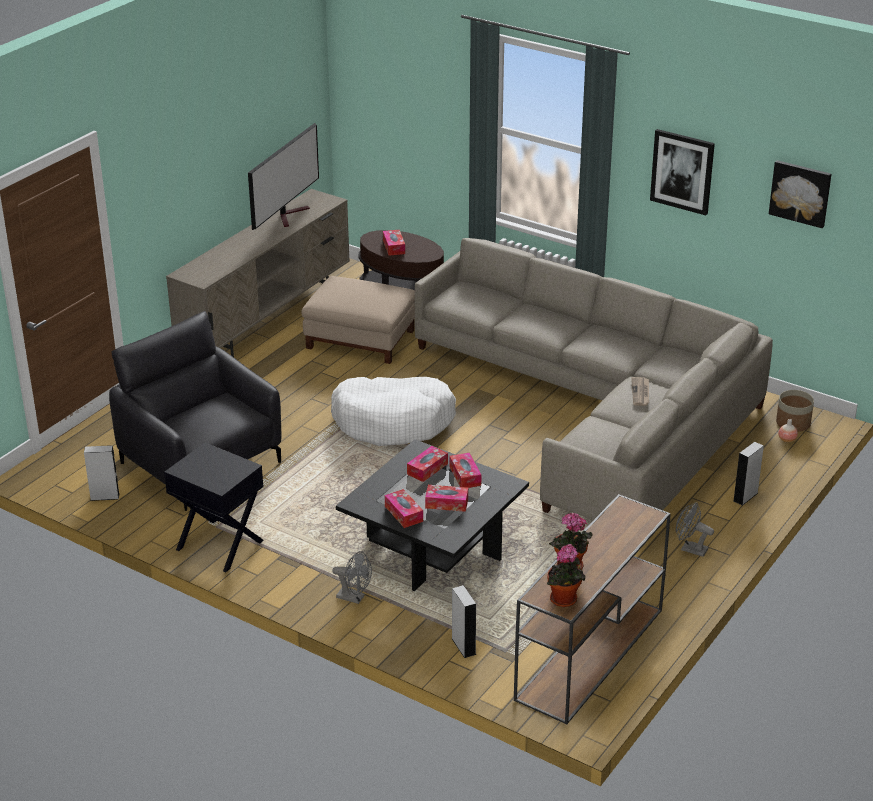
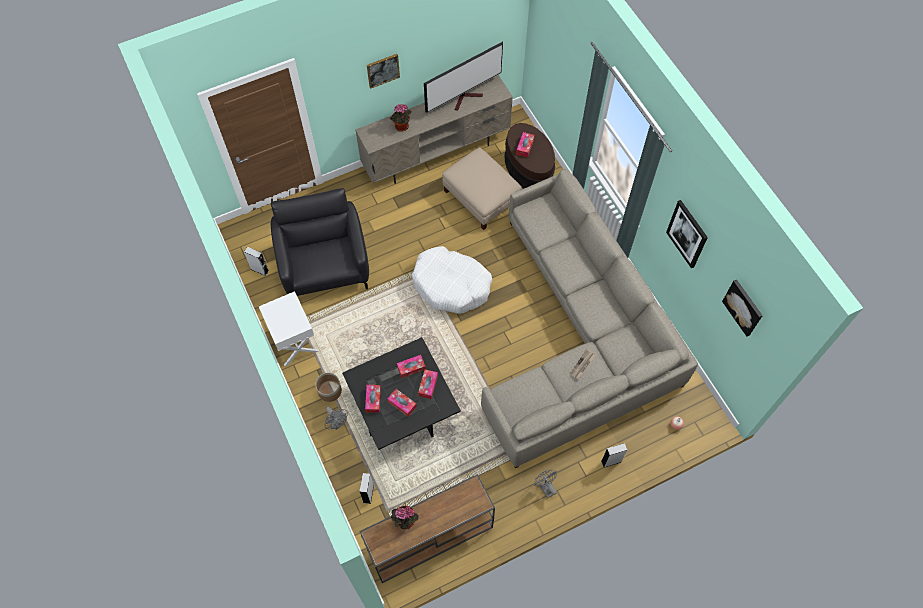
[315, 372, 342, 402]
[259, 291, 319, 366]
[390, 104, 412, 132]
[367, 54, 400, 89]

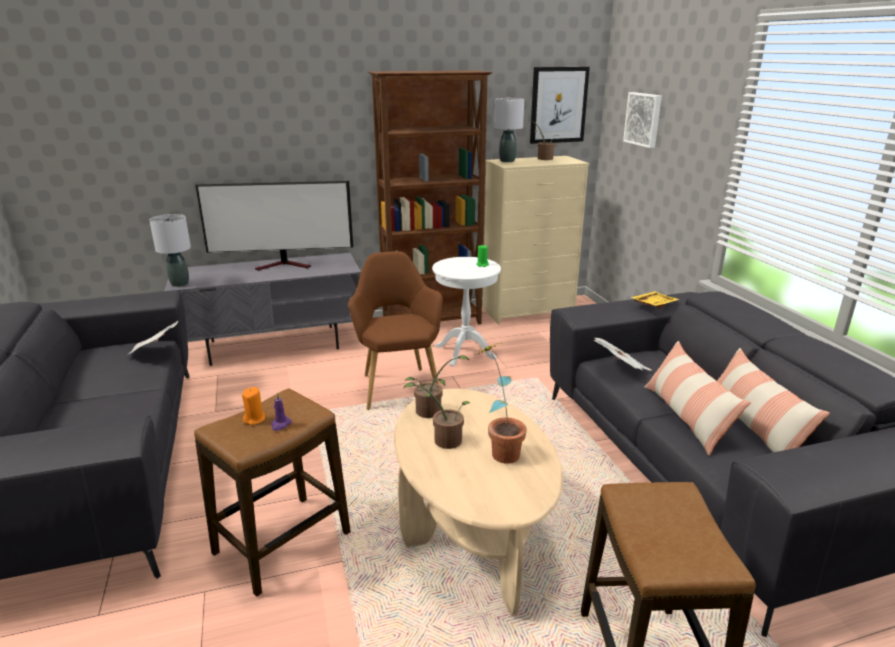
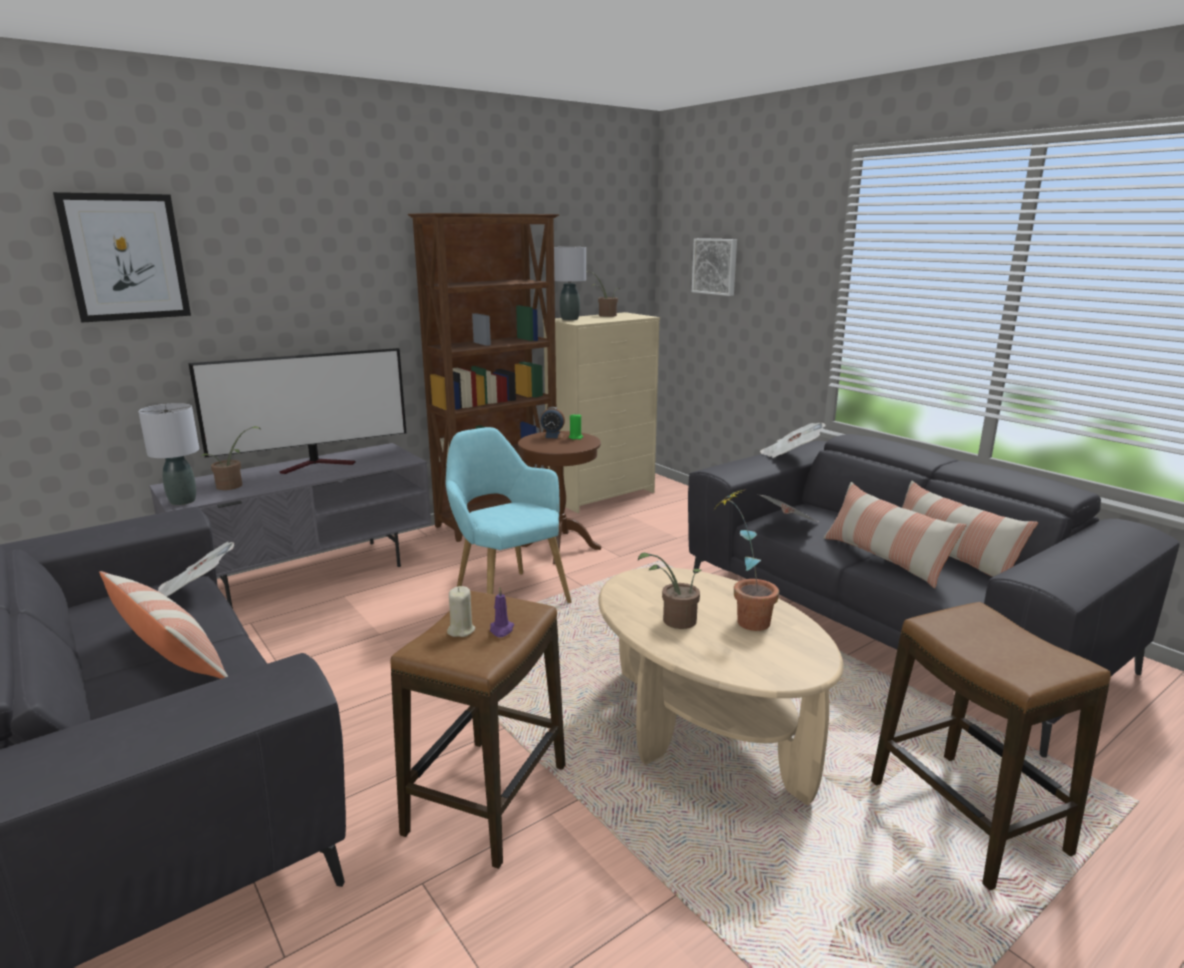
[53, 192, 191, 323]
[446, 427, 572, 603]
[518, 431, 601, 564]
[760, 423, 826, 458]
[200, 426, 262, 490]
[447, 586, 475, 637]
[540, 407, 565, 439]
[99, 571, 228, 679]

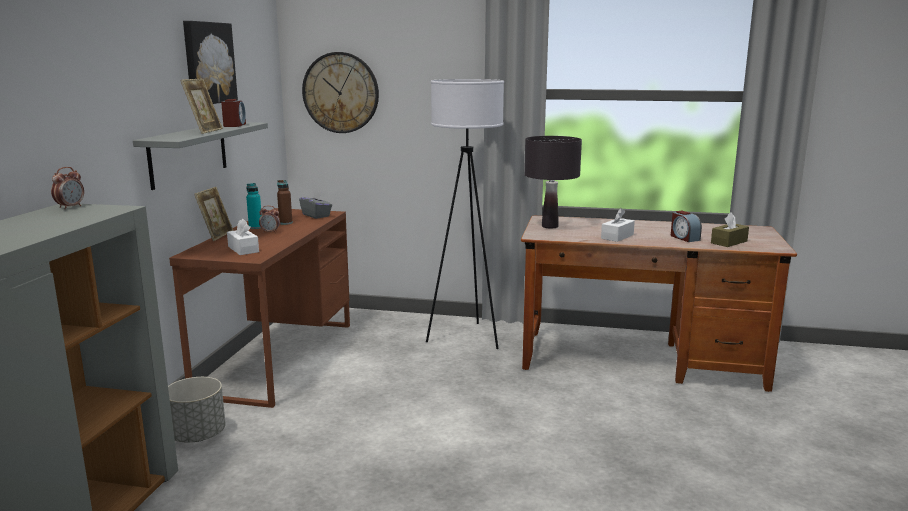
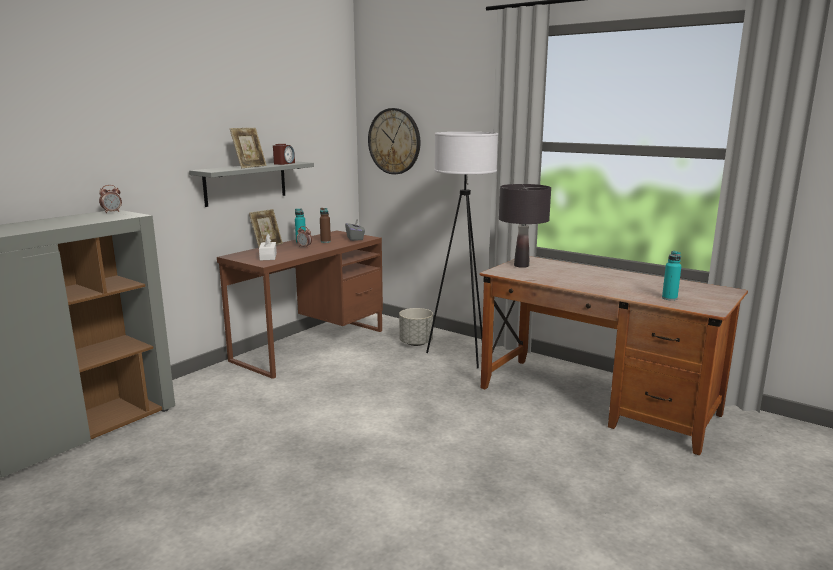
[183, 21, 238, 104] (first image)
[601, 208, 635, 242] (first image)
[671, 211, 702, 242] (first image)
[662, 251, 681, 301]
[399, 308, 433, 346]

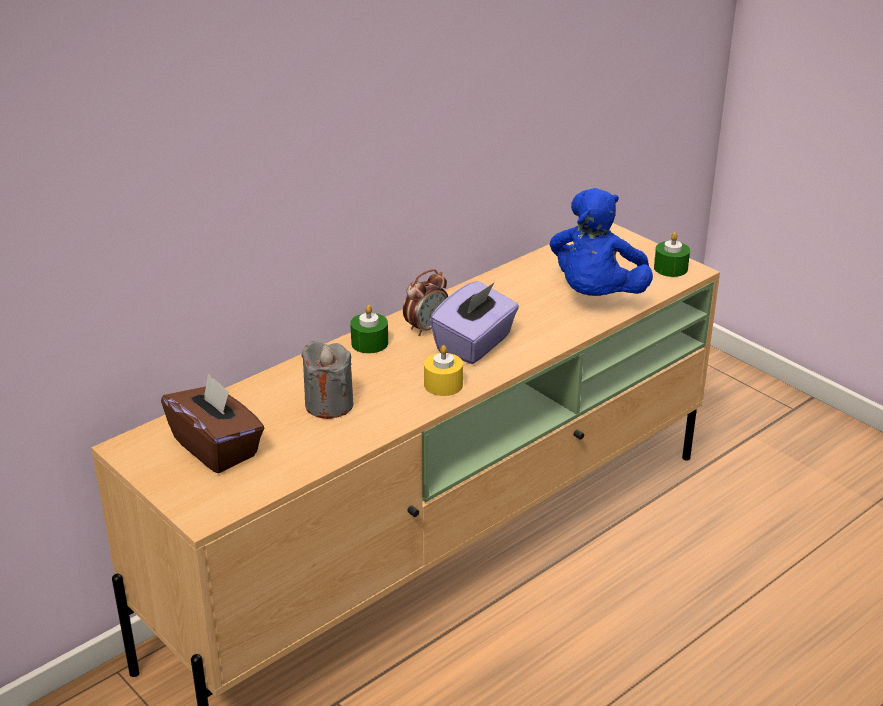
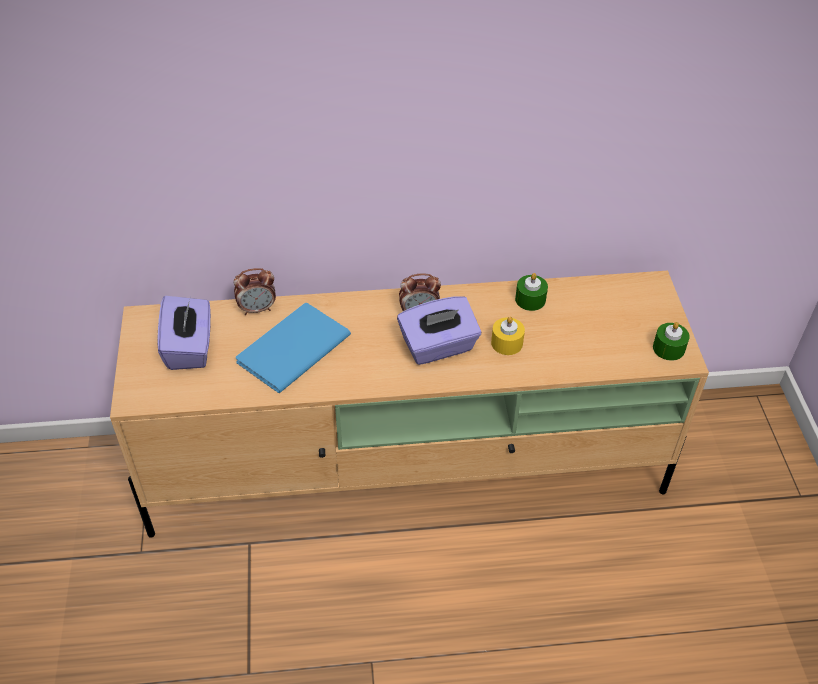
[550, 188, 653, 296] (first image)
[515, 273, 548, 311]
[236, 303, 351, 393]
[491, 317, 525, 355]
[157, 296, 211, 370]
[234, 268, 276, 315]

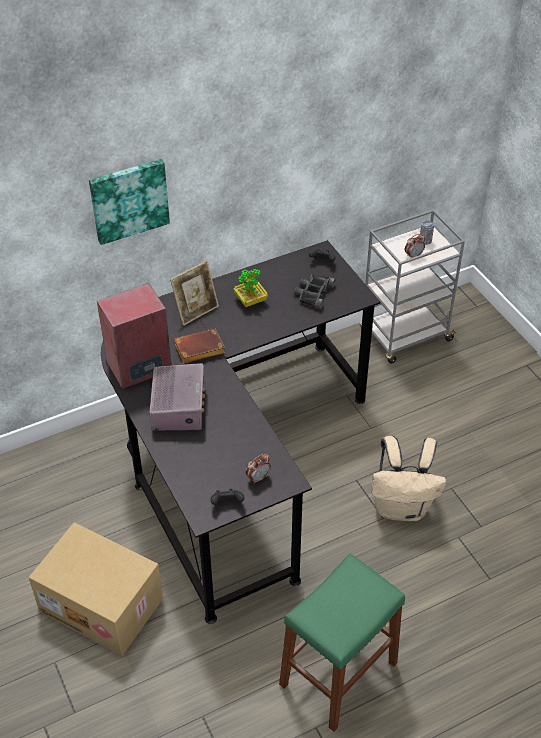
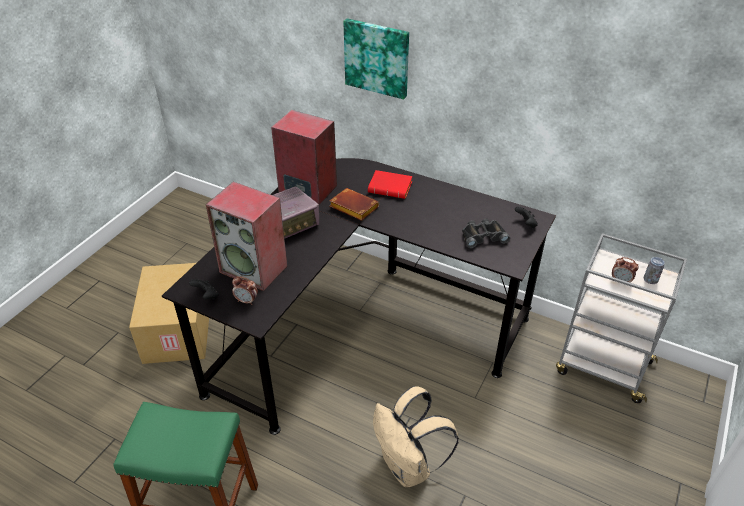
[368, 170, 413, 199]
[233, 269, 268, 307] (first image)
[206, 182, 288, 291]

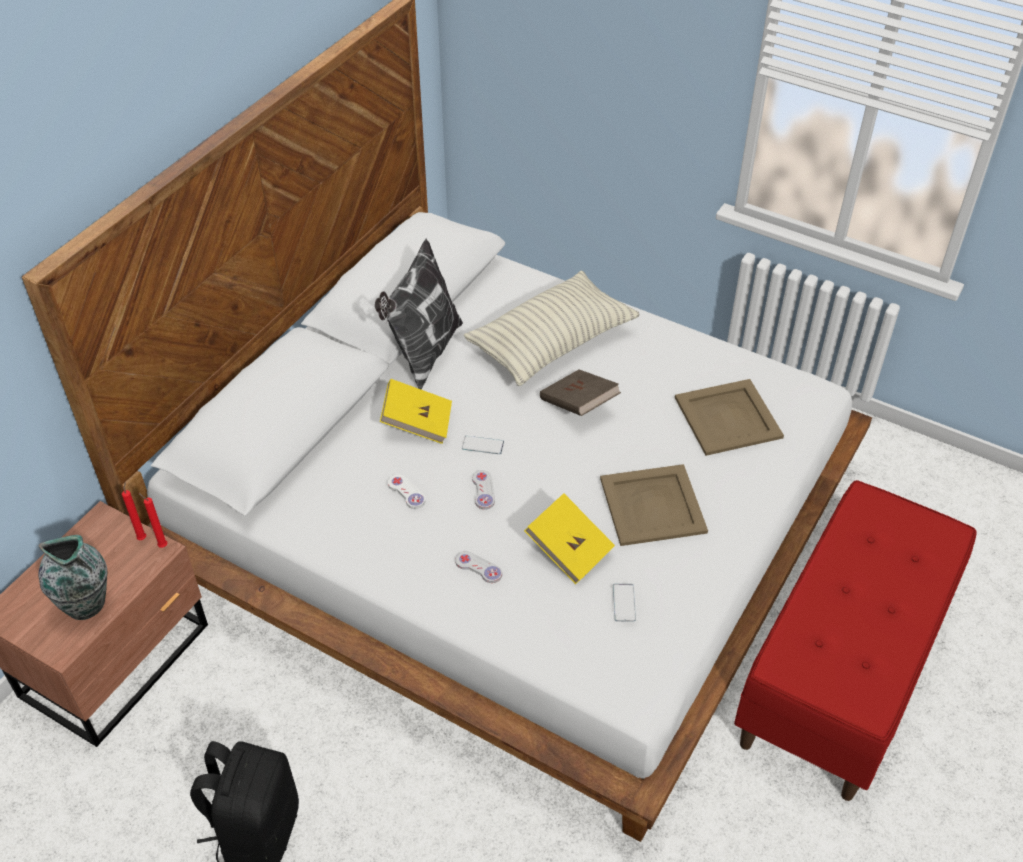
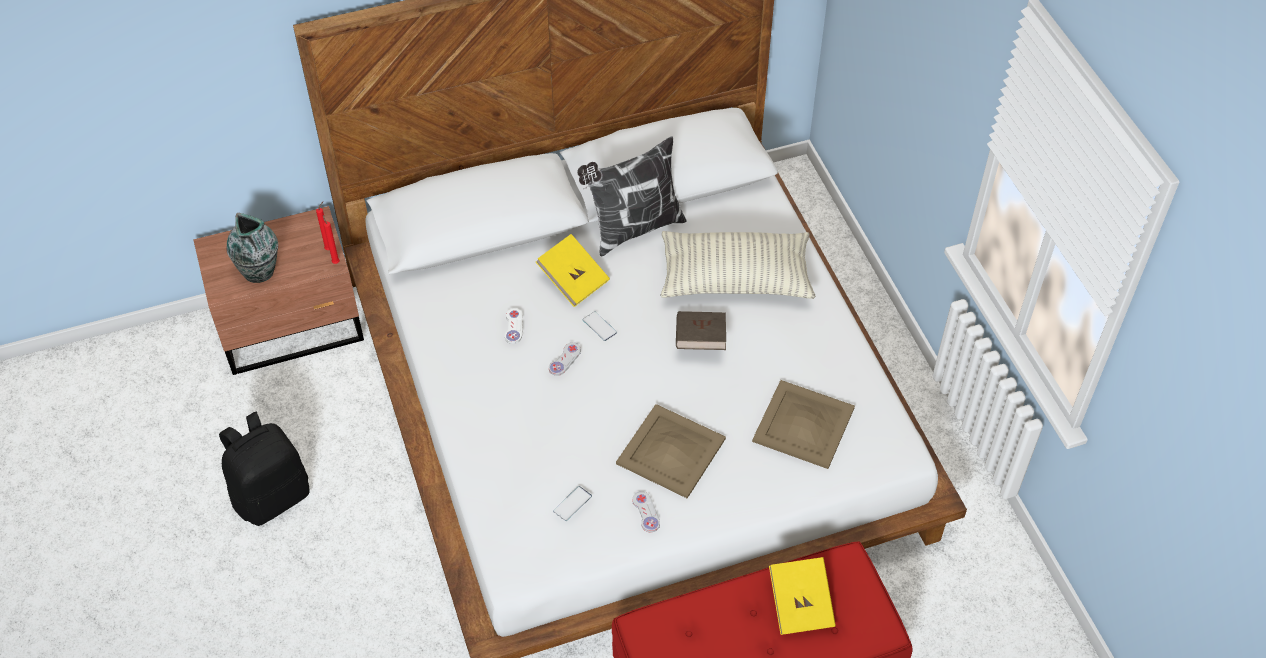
[769, 557, 836, 635]
[632, 491, 660, 532]

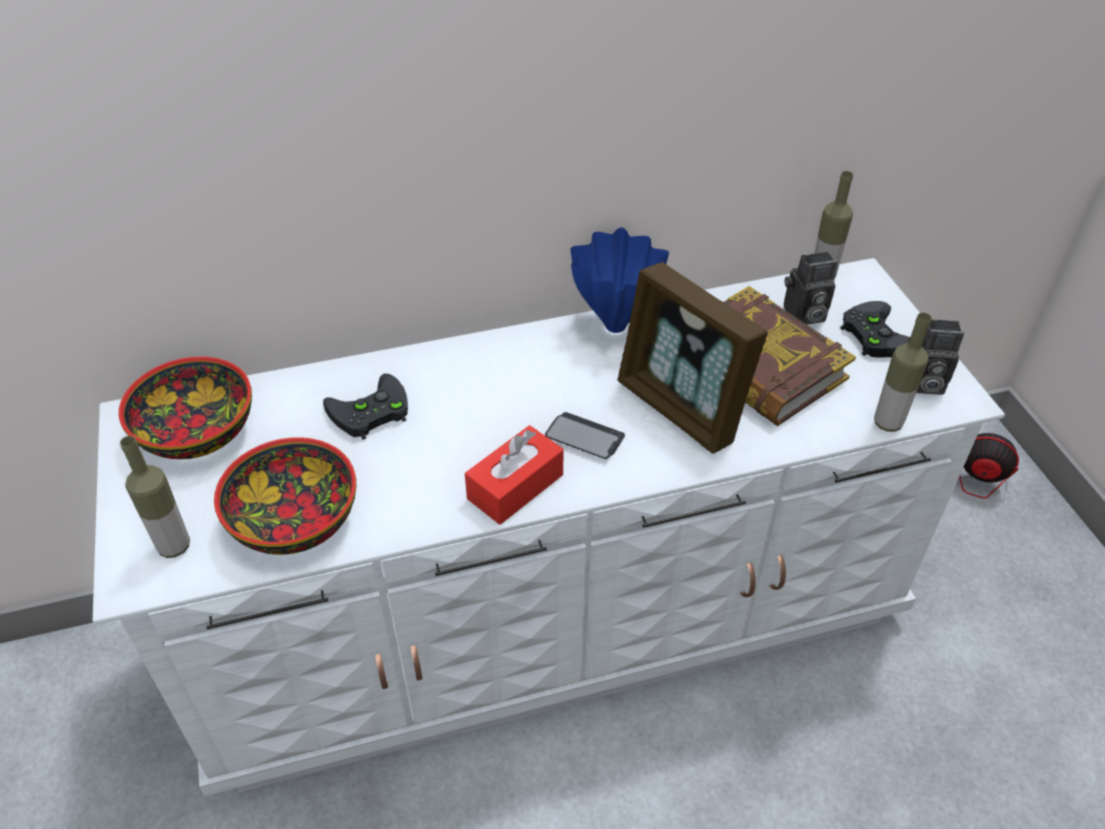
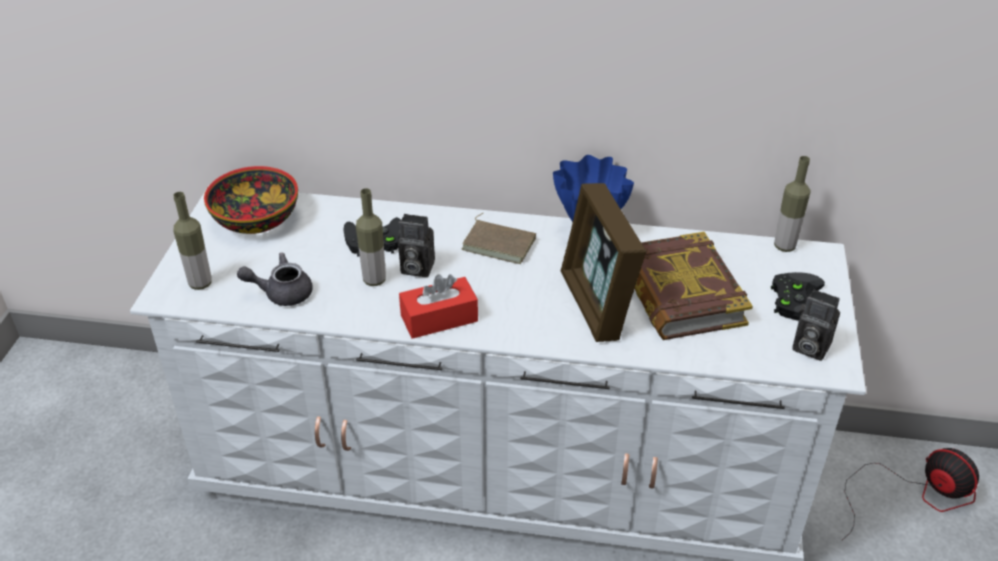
[398, 214, 435, 277]
[356, 188, 386, 286]
[545, 412, 625, 459] (first image)
[237, 252, 313, 306]
[462, 213, 536, 264]

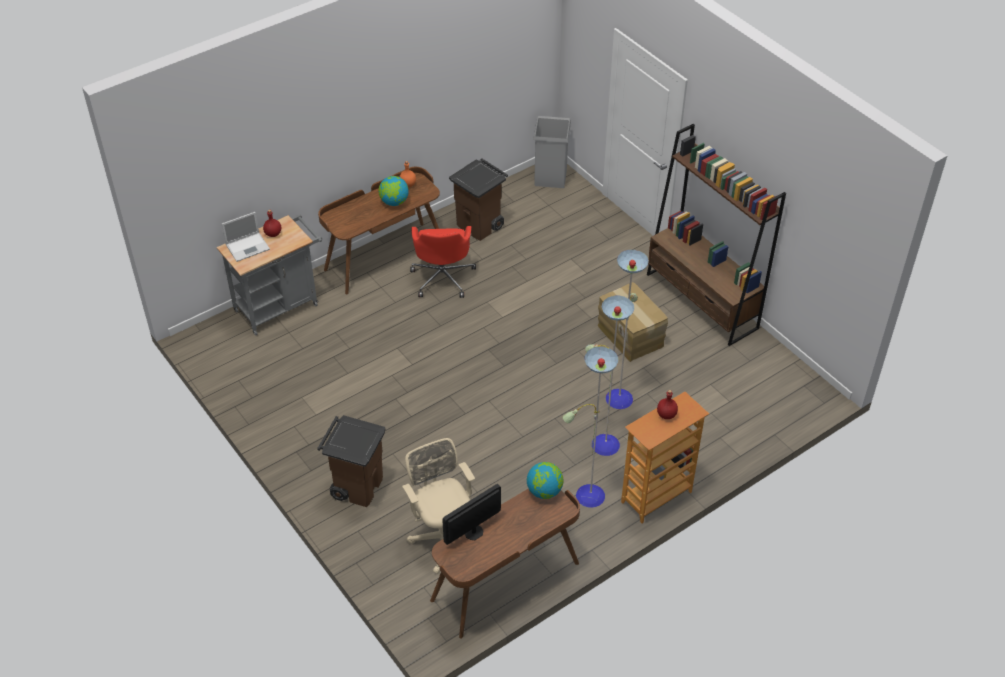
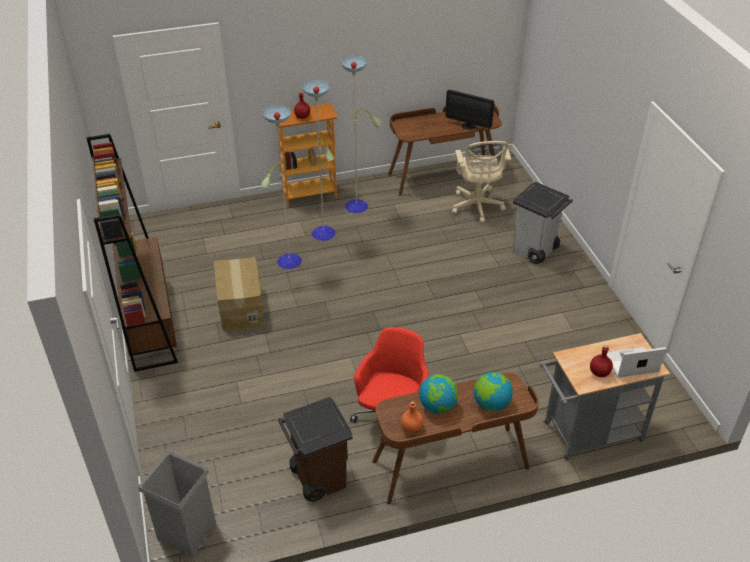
[513, 182, 573, 264]
[474, 372, 513, 412]
[445, 90, 494, 130]

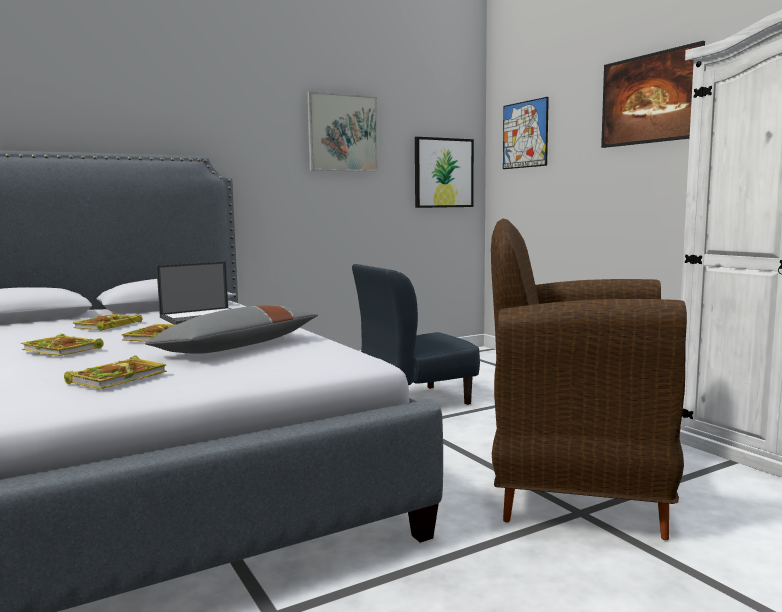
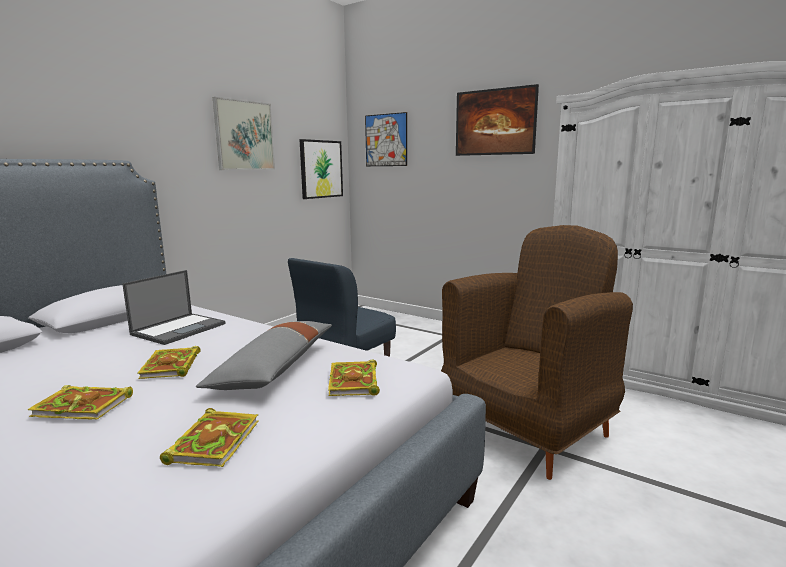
[441, 225, 633, 480]
[328, 360, 380, 396]

